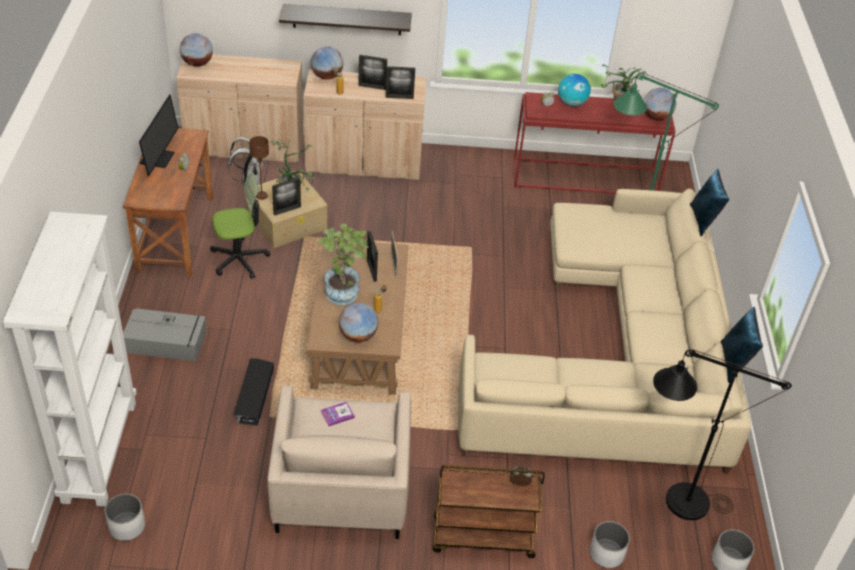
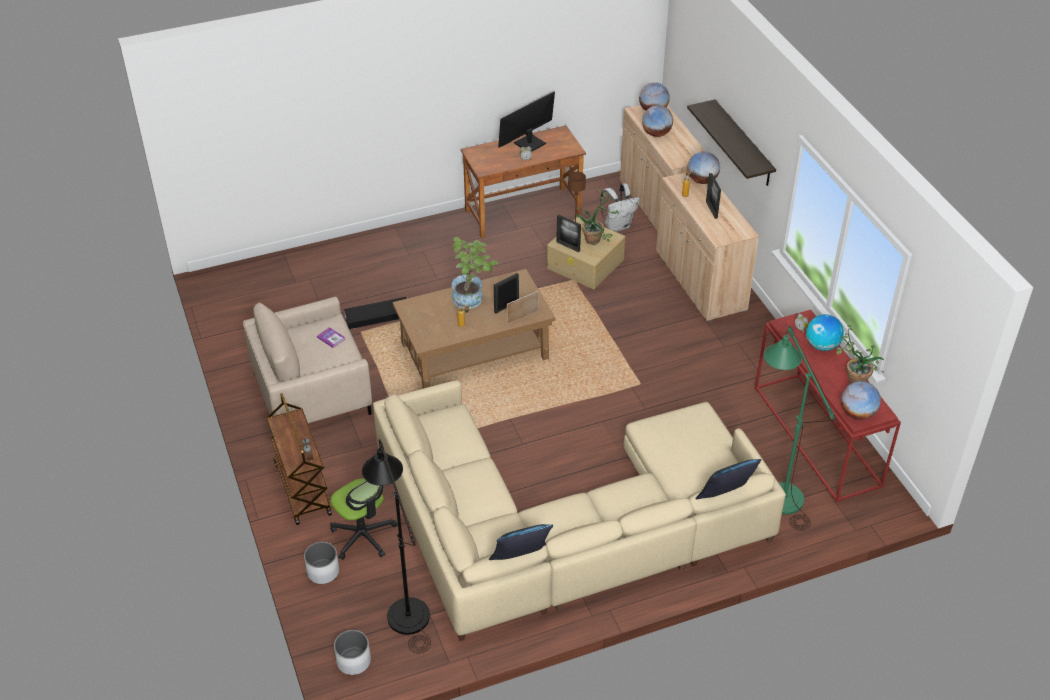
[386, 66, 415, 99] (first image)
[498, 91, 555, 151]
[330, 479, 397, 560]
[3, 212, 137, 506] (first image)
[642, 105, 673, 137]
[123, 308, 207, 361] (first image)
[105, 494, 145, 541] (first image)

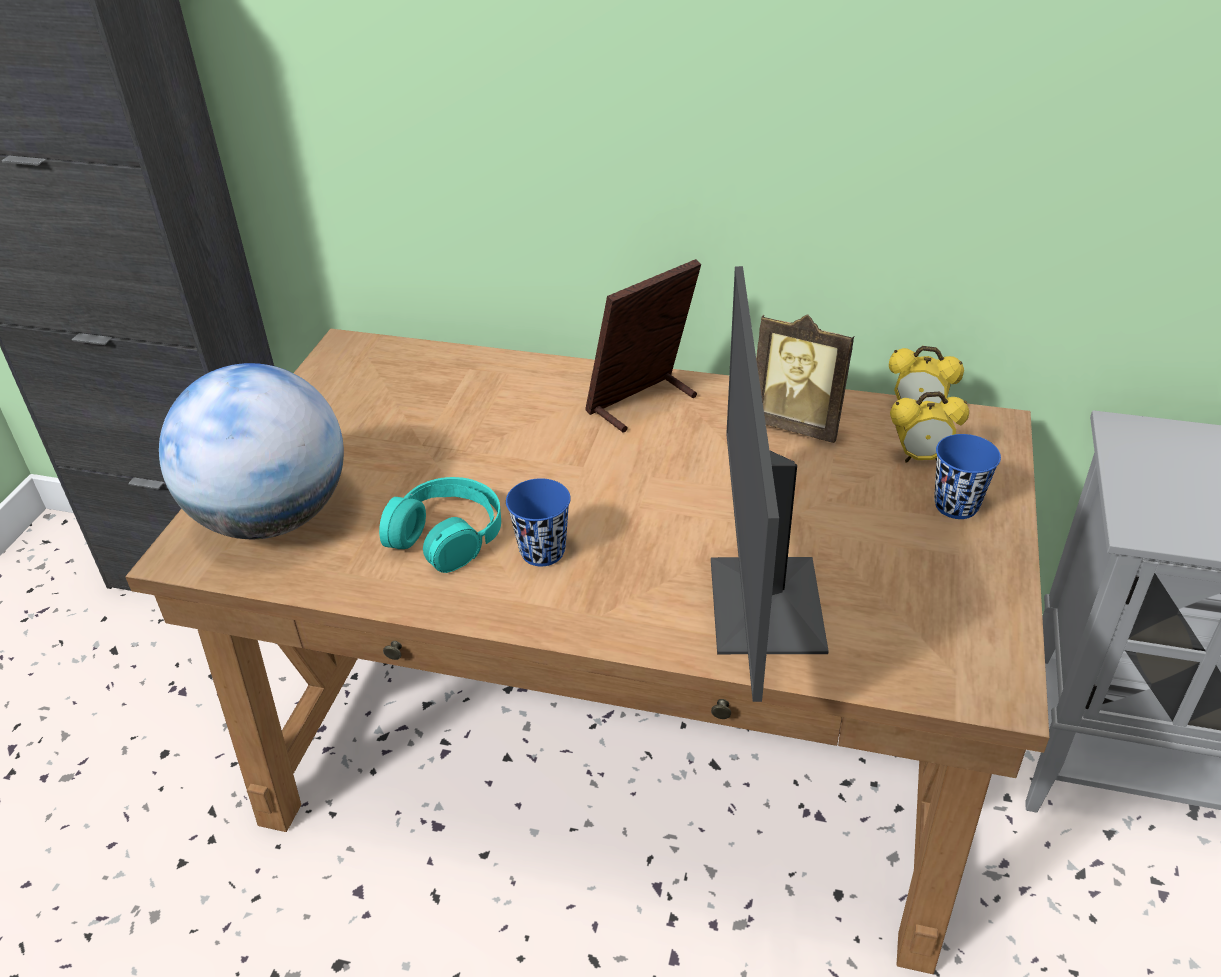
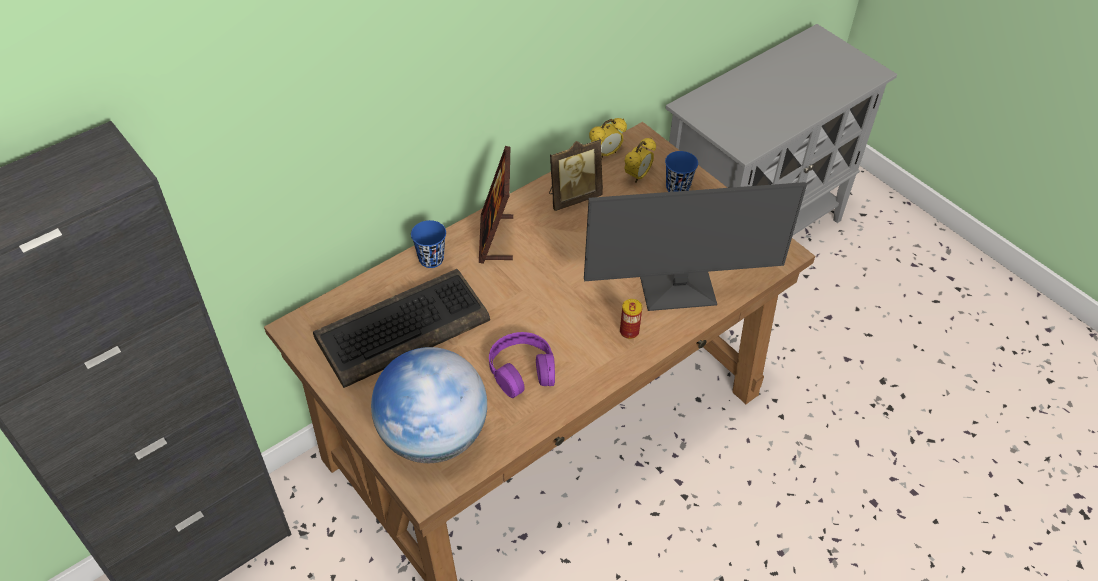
[584, 182, 807, 311]
[489, 332, 555, 398]
[411, 220, 446, 268]
[313, 269, 490, 388]
[620, 299, 642, 339]

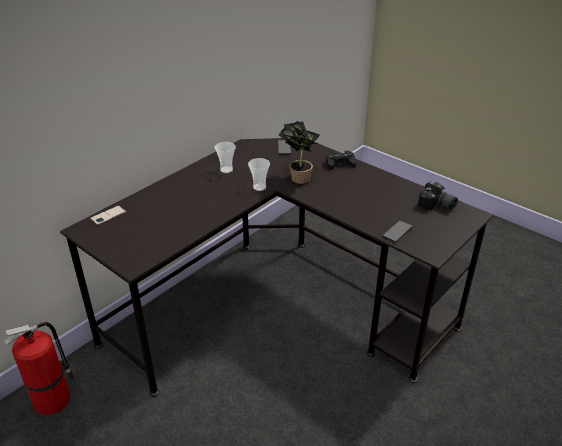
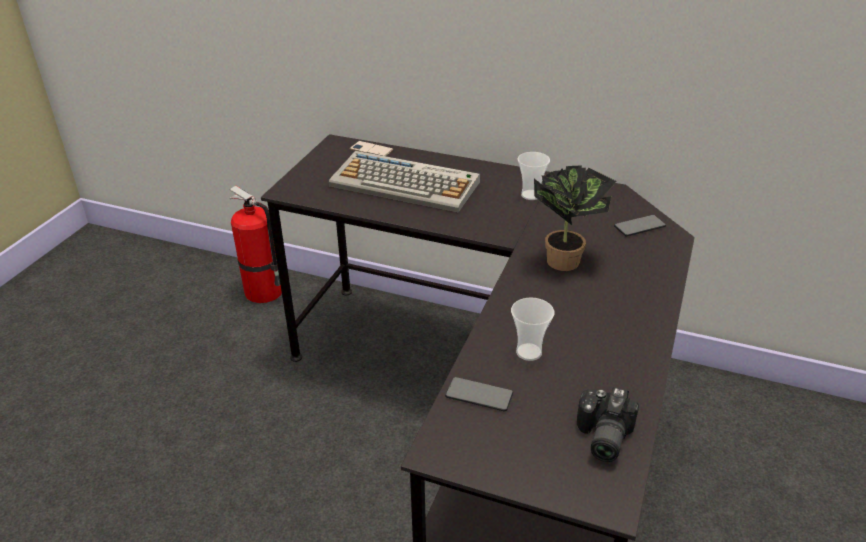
[326, 151, 356, 170] (first image)
[511, 297, 554, 361]
[329, 151, 480, 213]

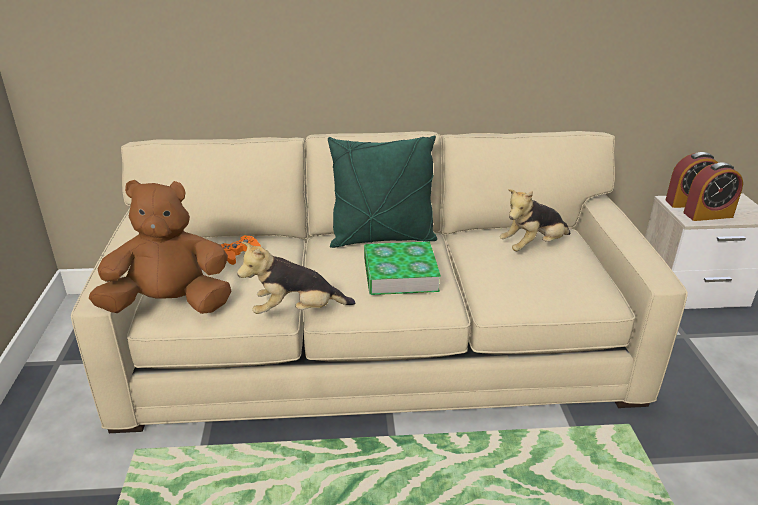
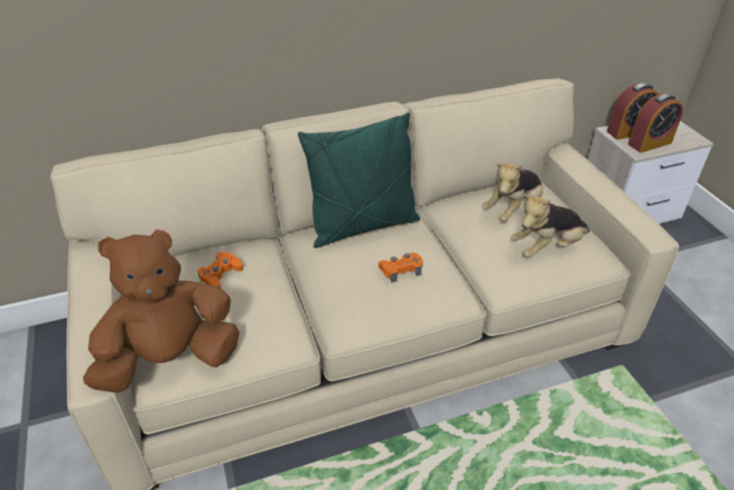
[511, 194, 590, 258]
[379, 253, 423, 283]

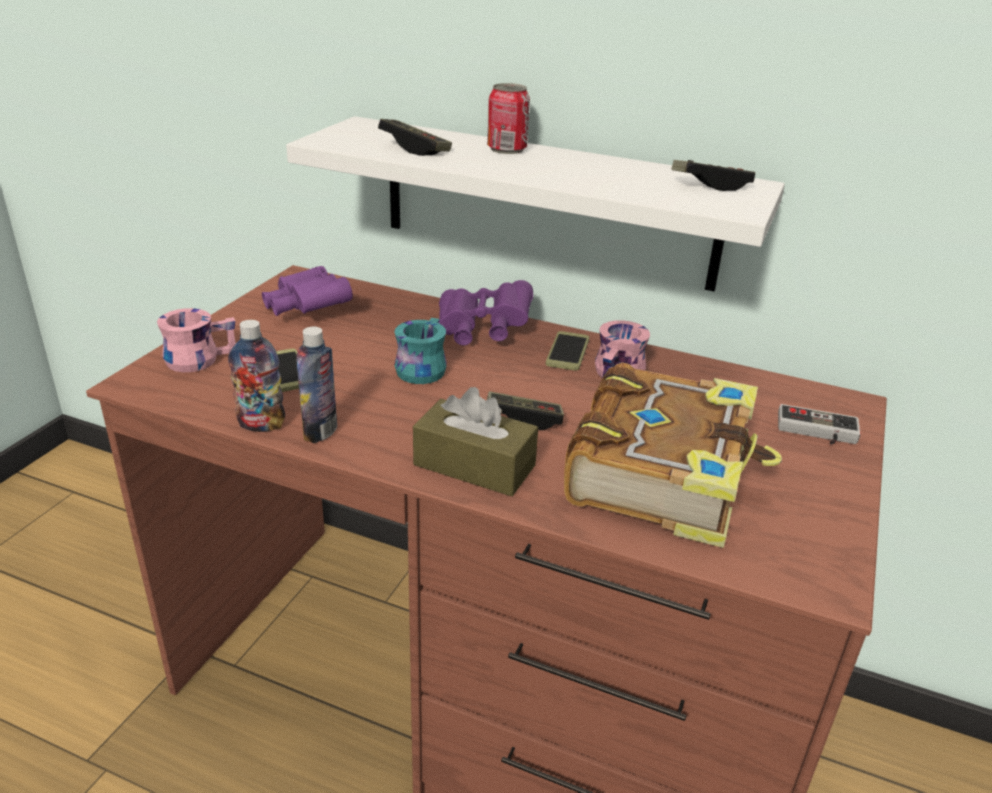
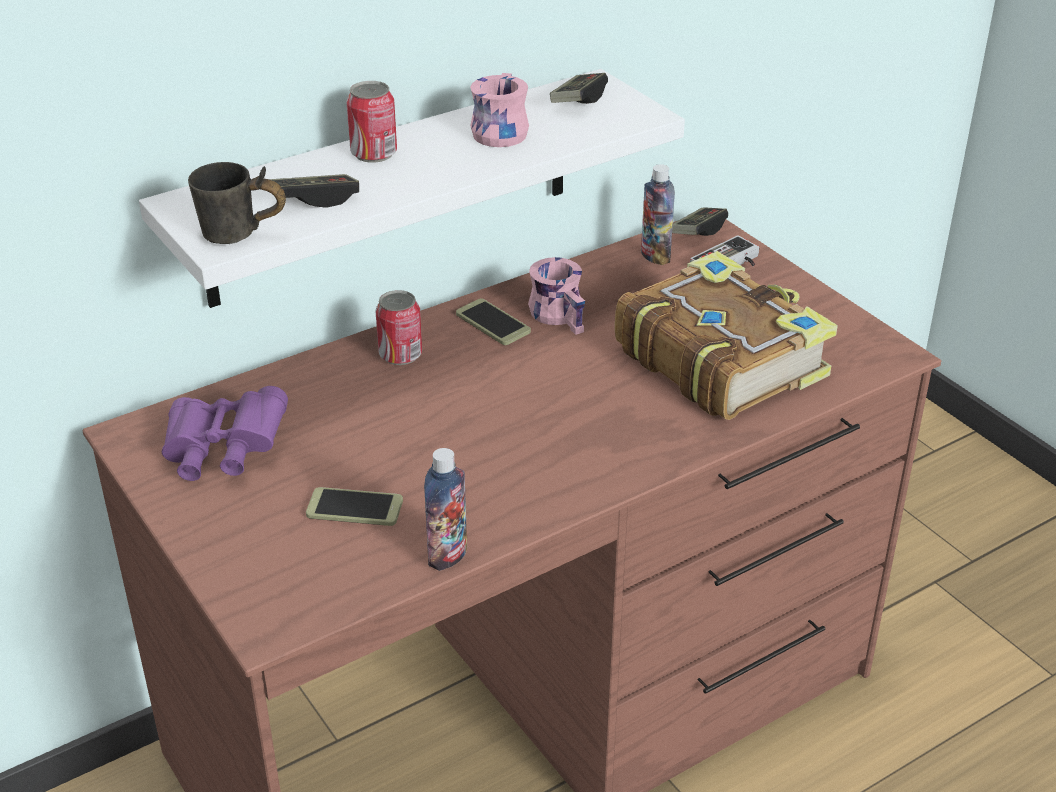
[376, 290, 422, 365]
[470, 73, 529, 147]
[394, 318, 447, 384] (first image)
[641, 164, 675, 265]
[413, 387, 538, 496] (first image)
[672, 207, 728, 236]
[188, 162, 286, 244]

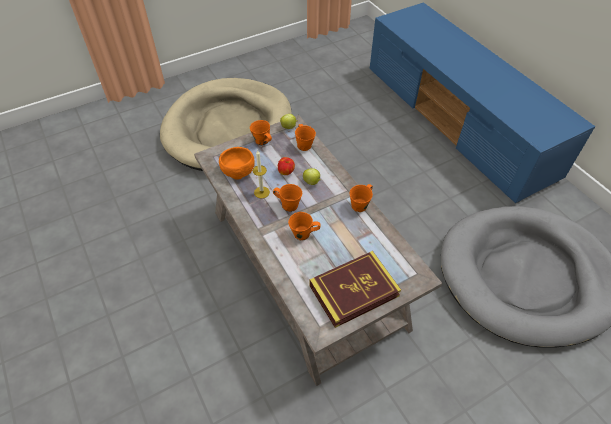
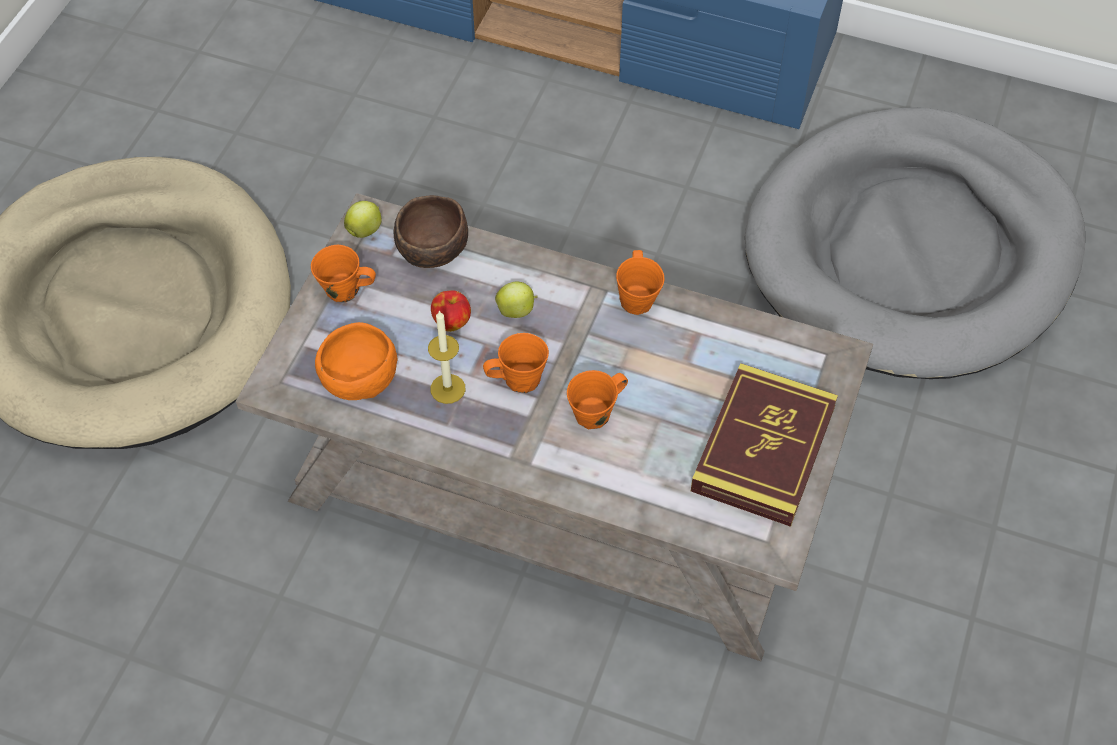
[394, 195, 468, 268]

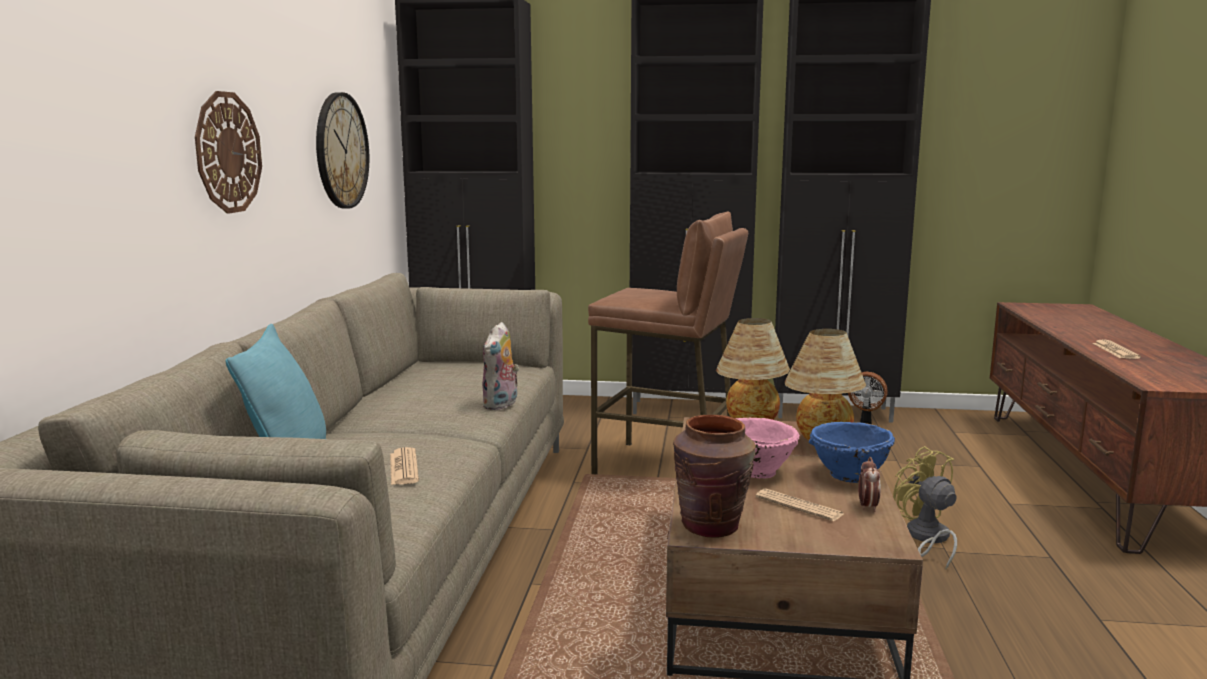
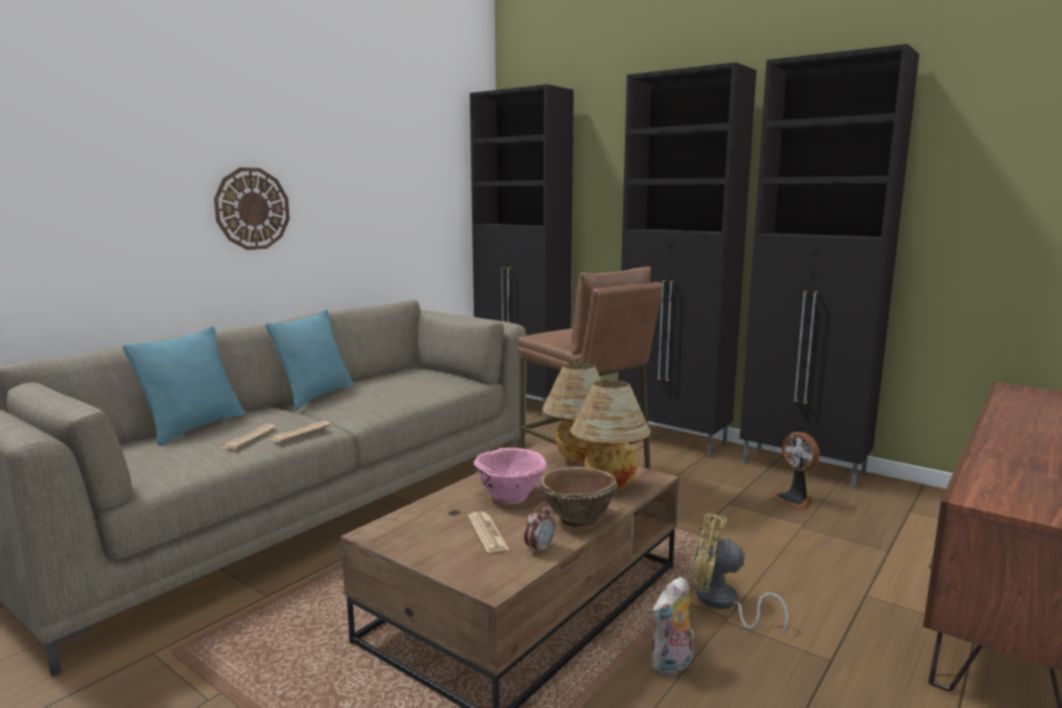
[316, 92, 369, 208] (first image)
[650, 577, 694, 676]
[270, 421, 331, 442]
[673, 414, 756, 537] (first image)
[540, 467, 618, 527]
[693, 513, 789, 634]
[266, 309, 354, 409]

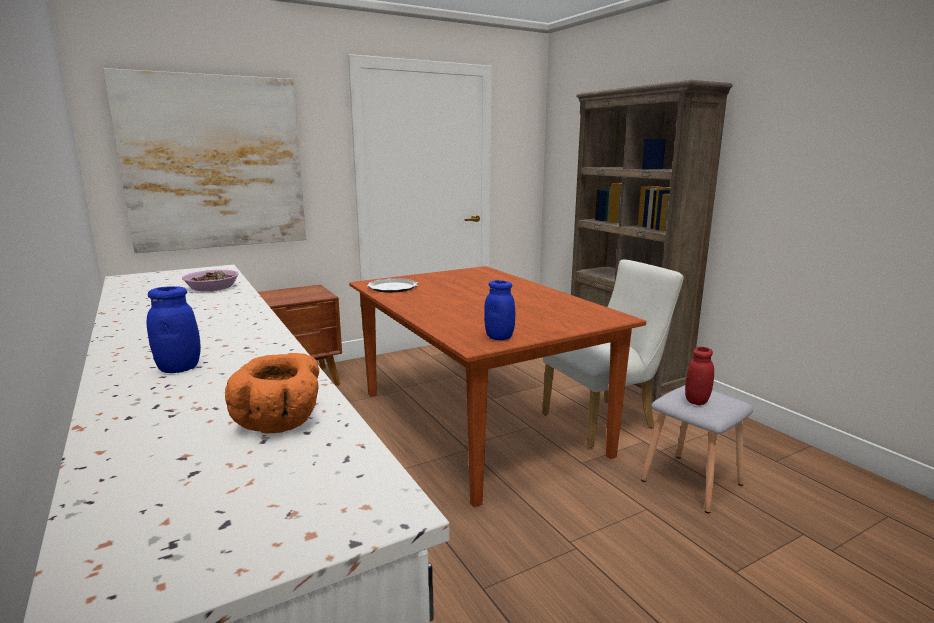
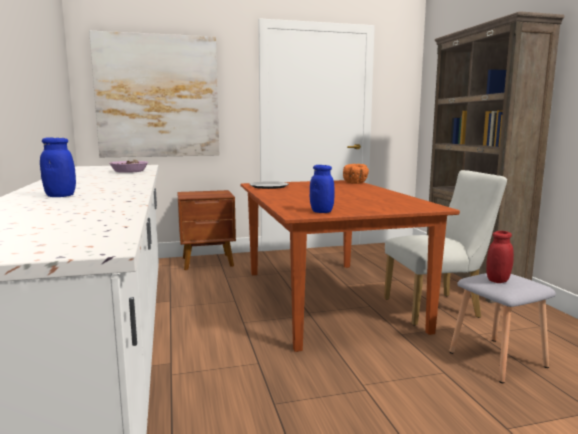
[343, 164, 369, 184]

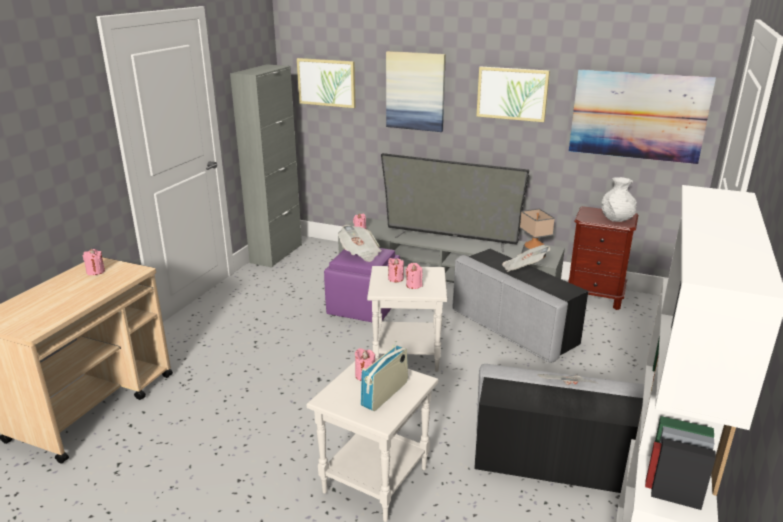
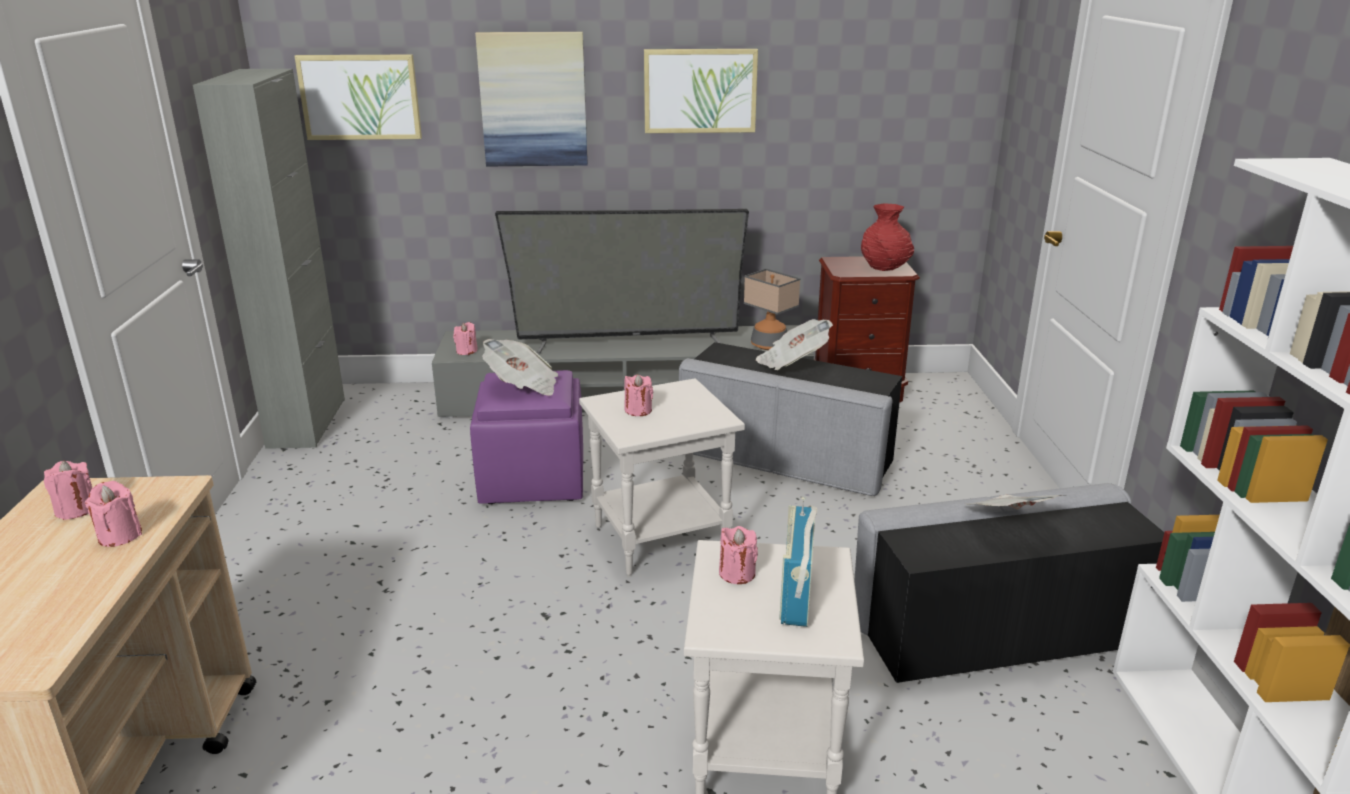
[569, 69, 716, 164] (first image)
[861, 203, 914, 271]
[85, 481, 142, 547]

